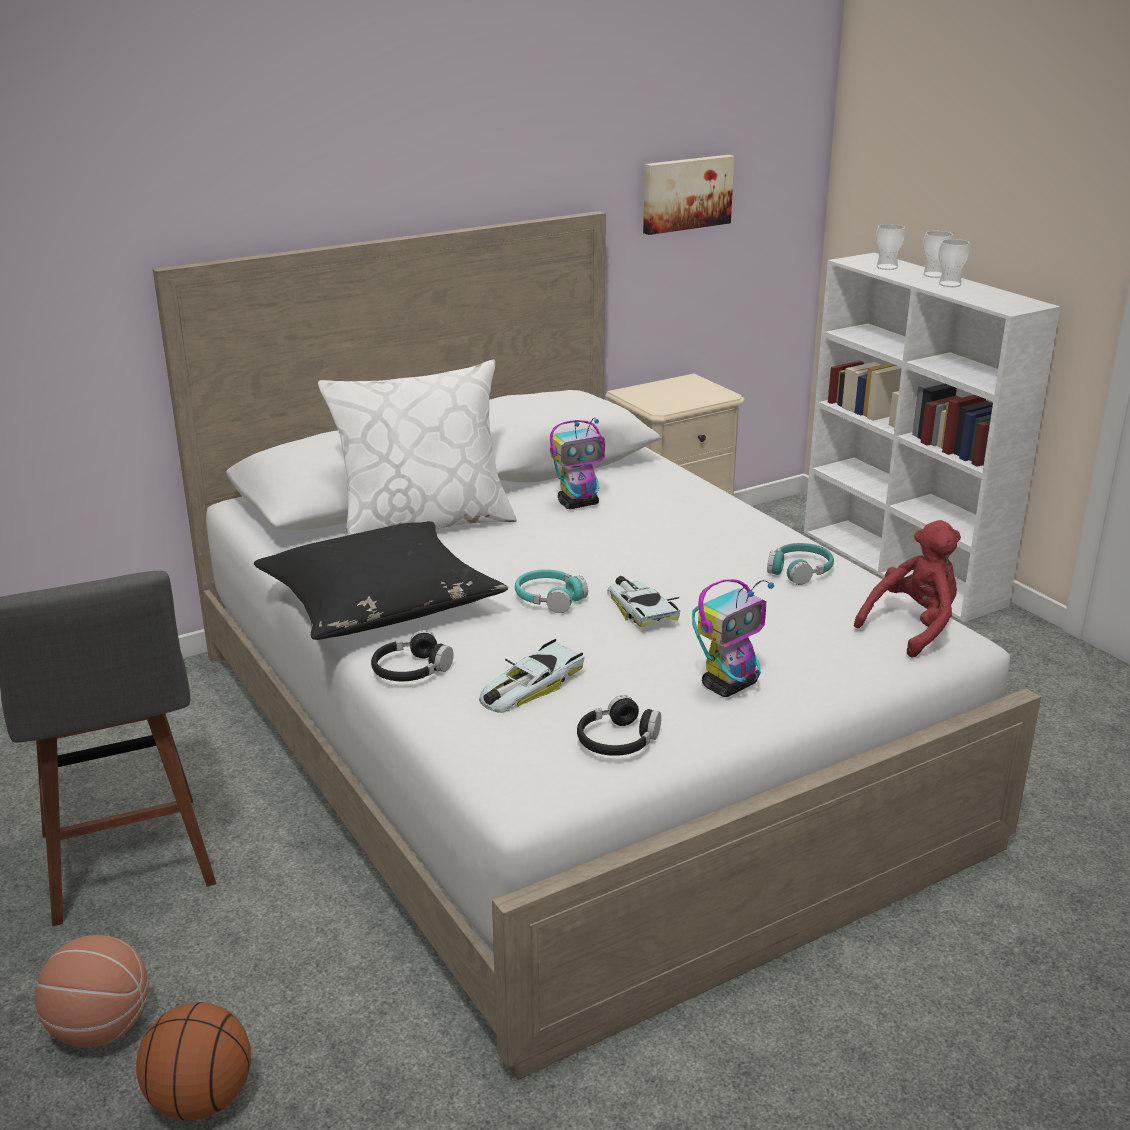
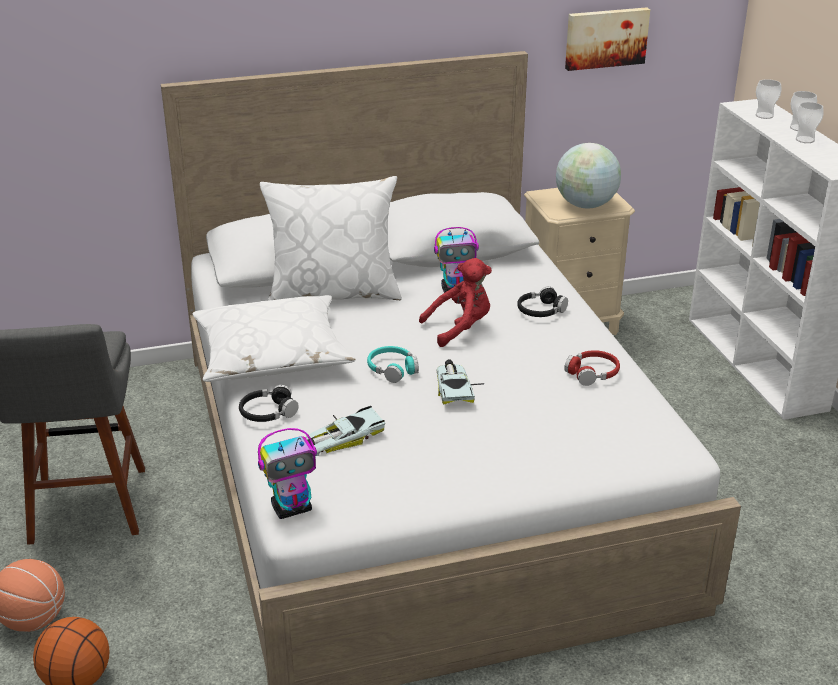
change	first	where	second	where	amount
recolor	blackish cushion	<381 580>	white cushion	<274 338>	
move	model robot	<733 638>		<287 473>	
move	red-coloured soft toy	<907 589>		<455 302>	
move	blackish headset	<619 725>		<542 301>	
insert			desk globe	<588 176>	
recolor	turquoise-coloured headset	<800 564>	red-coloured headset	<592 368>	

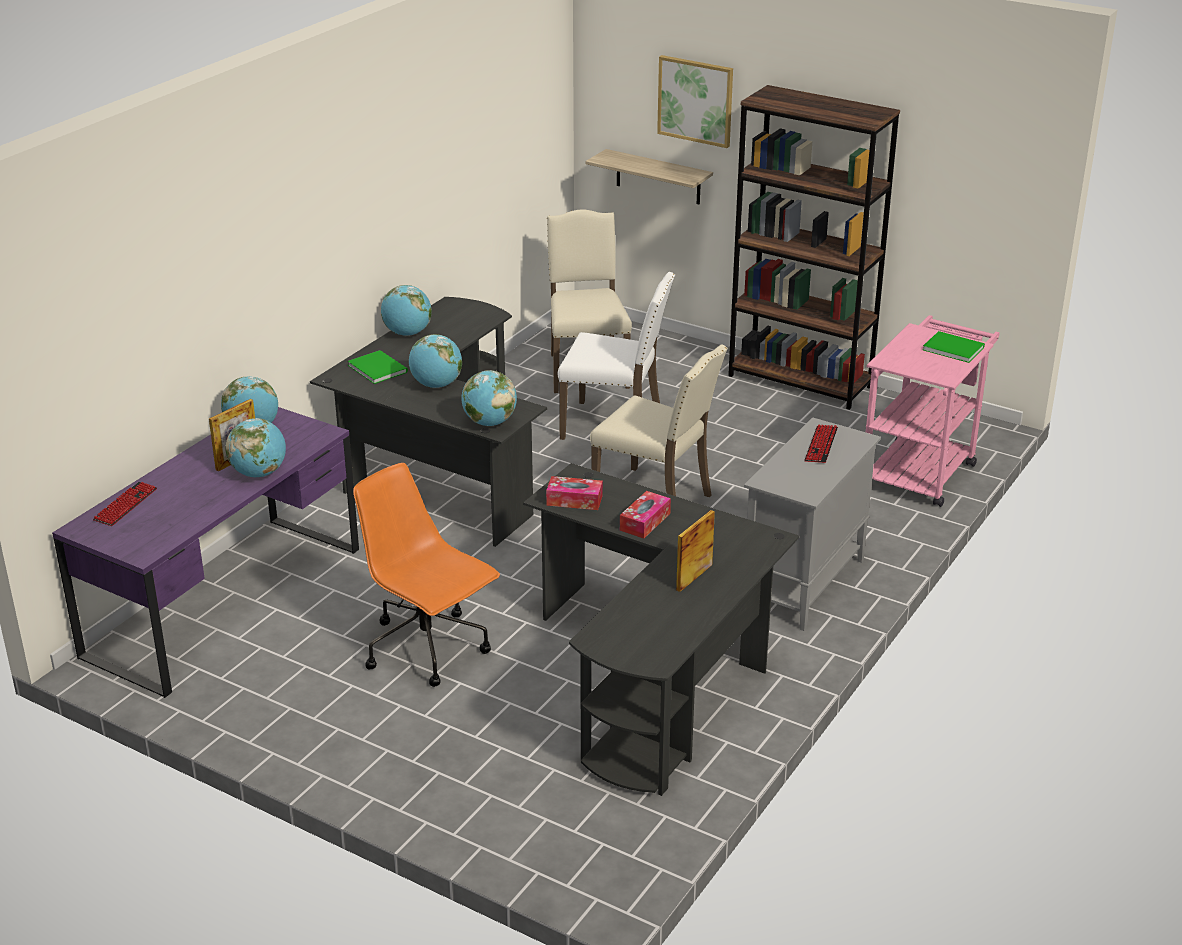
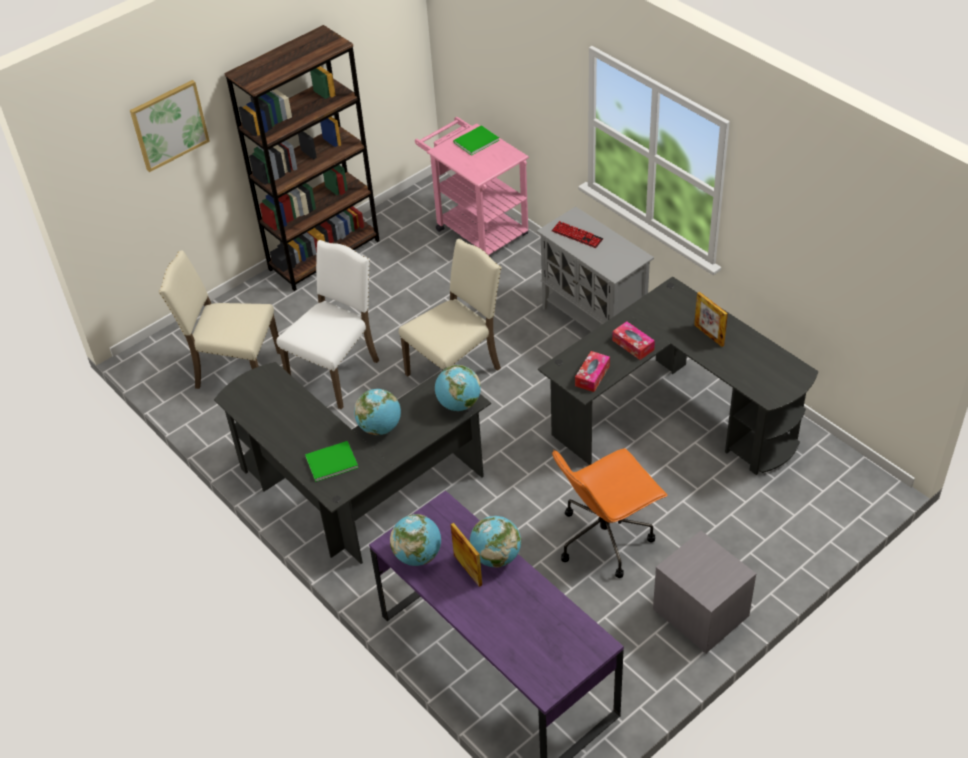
change	first	where	second	where	amount
insert			greyish bedside table	<704 592>	
delete	PC keyboard	<125 504>			
delete	desk globe	<406 310>			
delete	wall shelf	<649 176>			

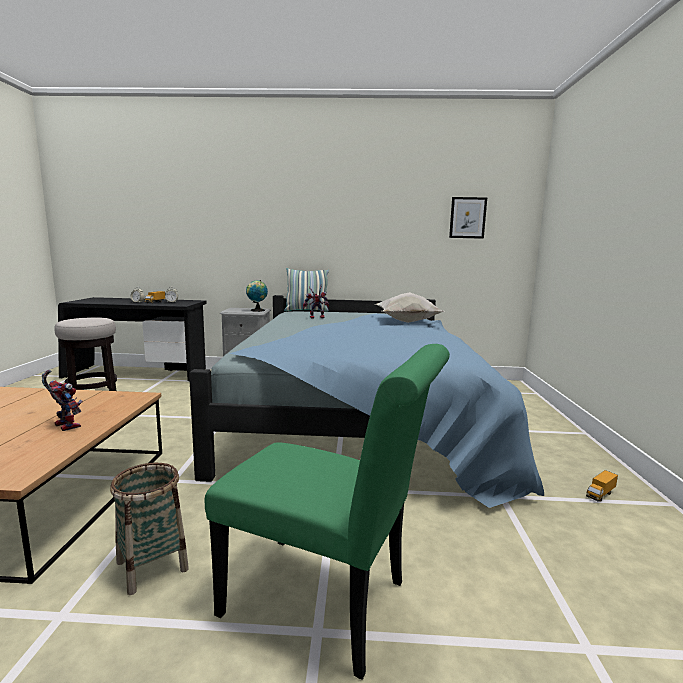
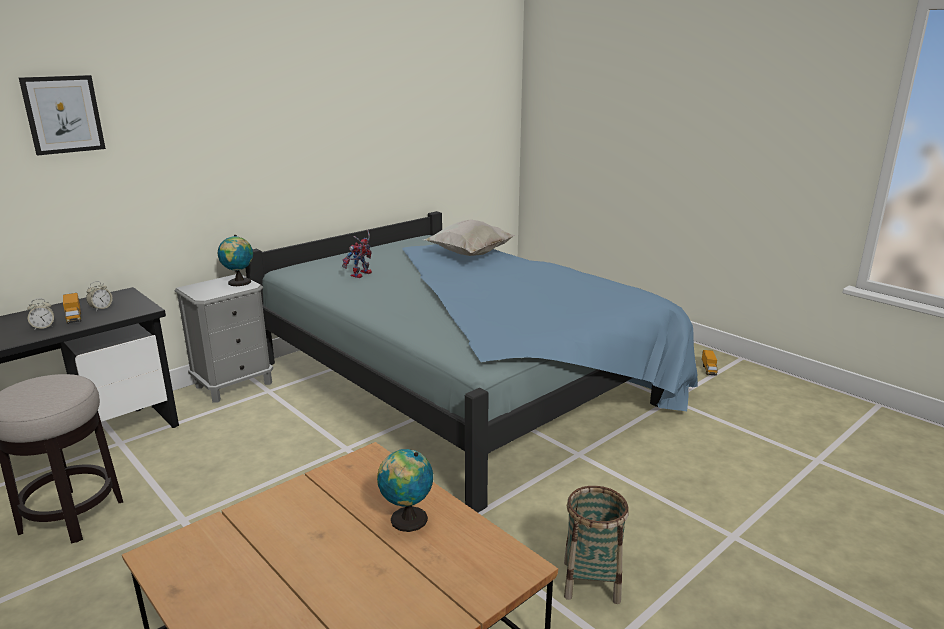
change	first	where	second	where	amount
move	picture	<468 218>		<62 115>	
replace	model robot	<62 400>	desk globe	<405 490>	
delete	green-coloured plain chair	<327 512>			
delete	cushion	<306 289>			

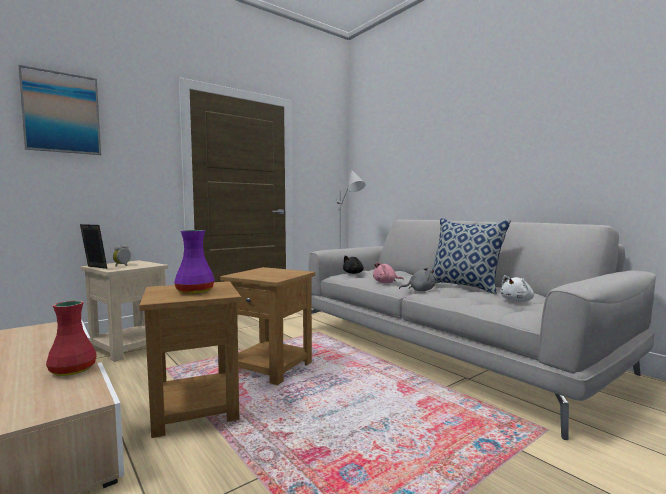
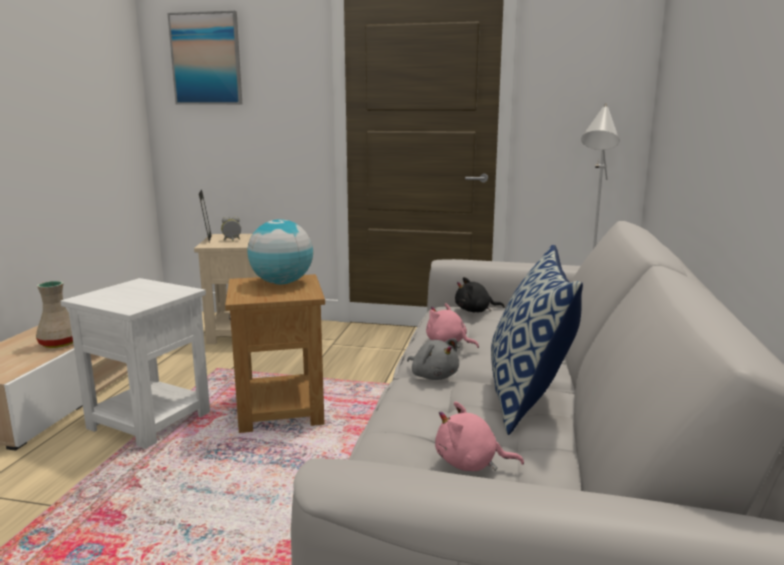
change	first	where	second	where	amount
recolor	red-coloured vase	<71 338>	beige vase	<54 314>	
recolor	brownish end table	<190 359>	white end table	<135 363>	
insert			desk globe	<280 251>	
recolor	white soft toy	<517 288>	pink-coloured soft toy	<479 436>	
delete	purplish vase	<194 262>			

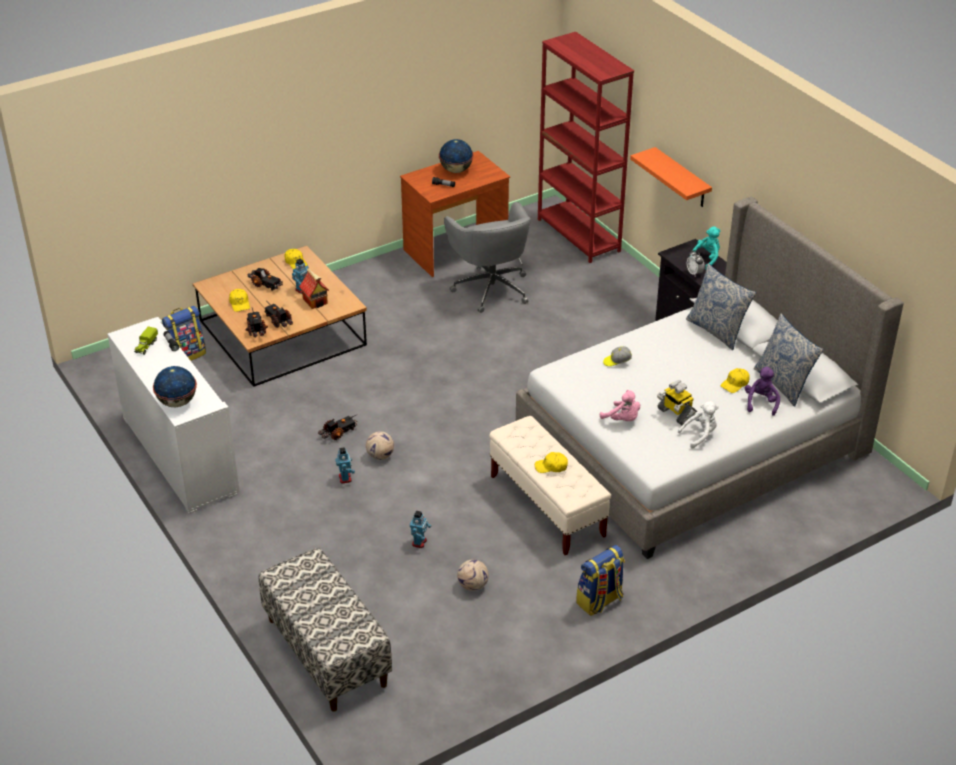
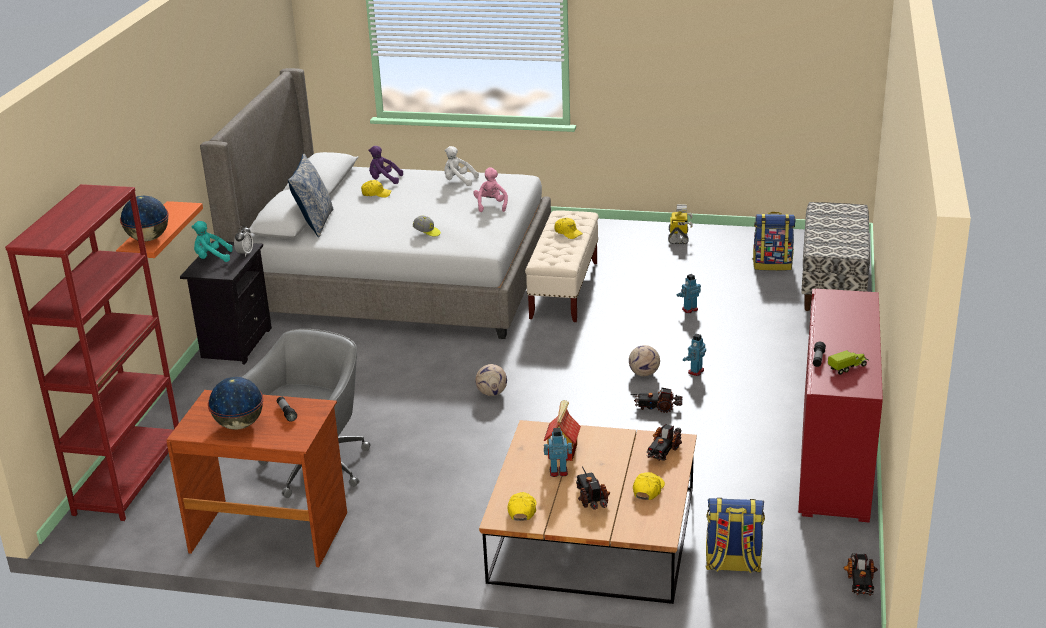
change	first	where	second	where	amount
move	desk globe	<175 386>		<144 218>	
rotate	purplish soft toy	<762 391>		<385 165>	45 degrees clockwise
move	football ball	<473 575>		<491 380>	
move	model robot	<677 402>		<680 224>	
move	rucksack	<600 580>		<774 241>	
recolor	white cupboard	<174 415>	red-coloured cupboard	<840 406>	
move	toy lorry	<278 314>		<861 574>	
delete	cushion	<789 360>			

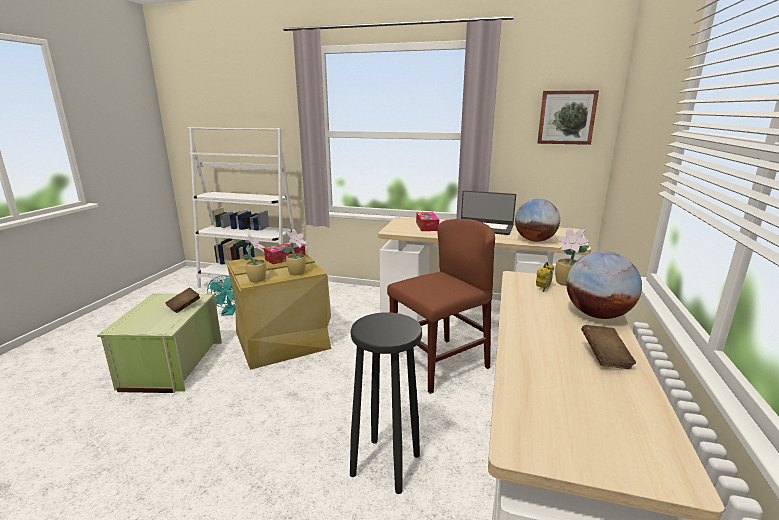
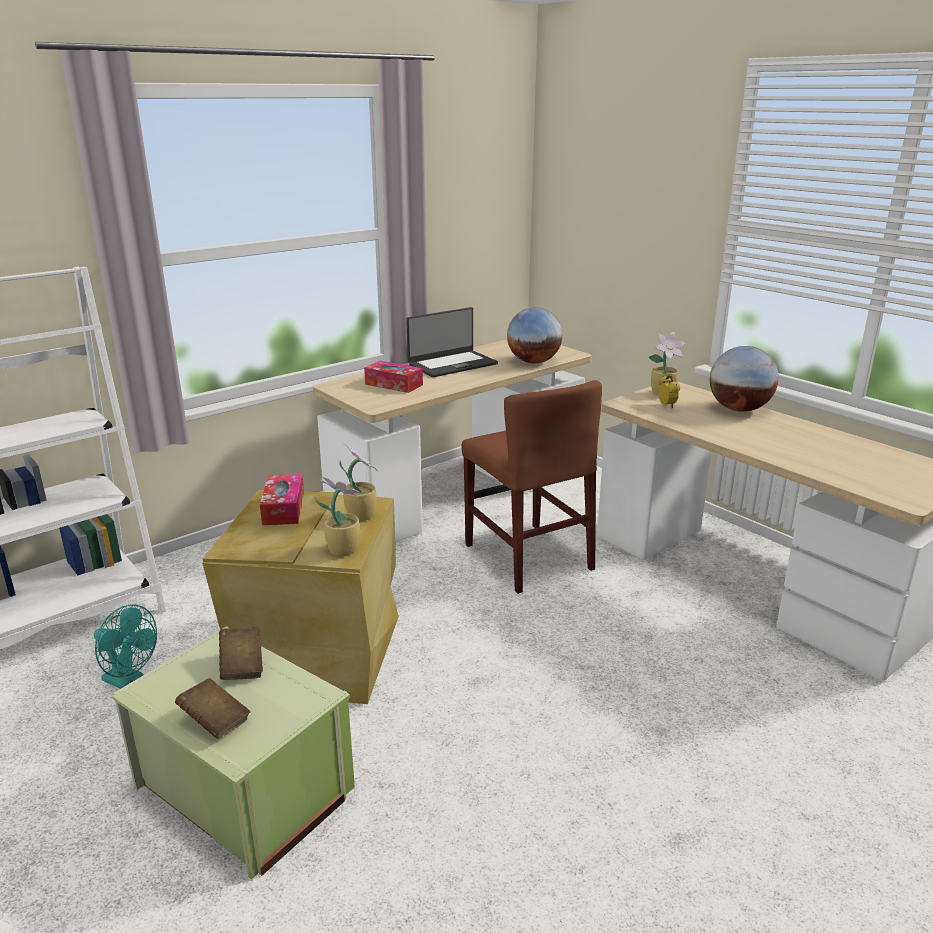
change	first	where	second	where	amount
move	brownish book	<608 347>		<212 708>	
rotate	brownish plain chair	<441 306>		<532 487>	150 degrees clockwise
delete	blackish stool seat	<386 403>			
delete	picture	<568 117>			

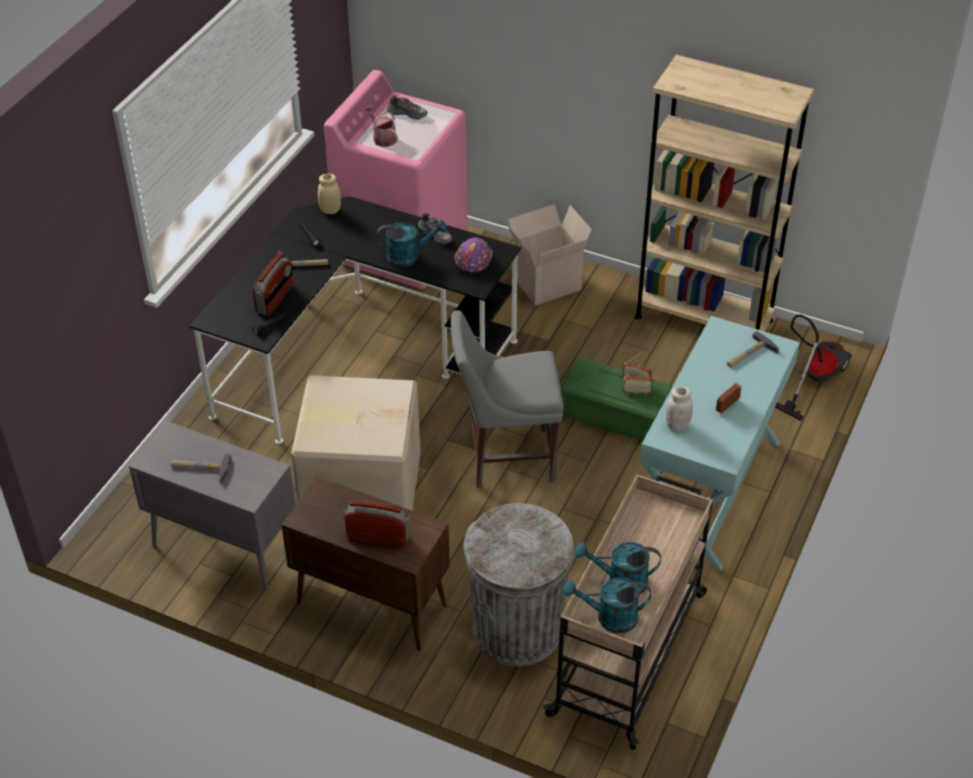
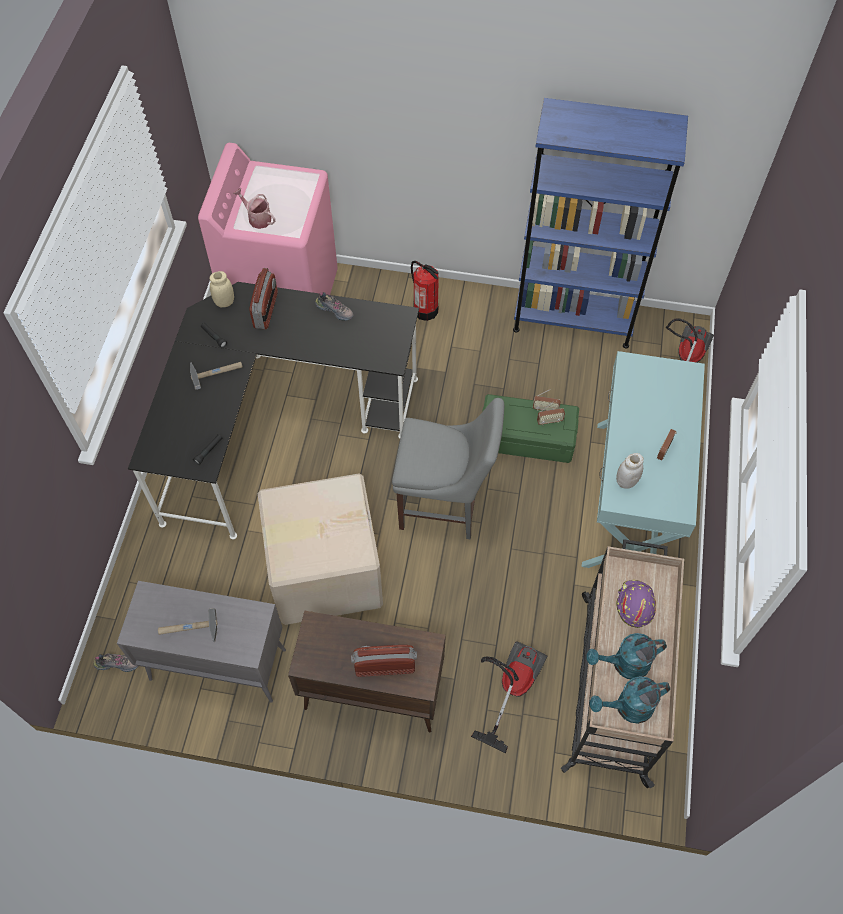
change	first	where	second	where	amount
move	item of footwear	<407 108>		<115 662>	
move	radio receiver	<273 284>		<264 298>	
rotate	greyish plain chair	<507 399>		<448 468>	150 degrees counterclockwise
replace	packing box	<550 255>	fire extinguisher	<425 291>	
replace	greyish trash can	<519 584>	vacuum	<509 697>	
recolor	beige shelving unit	<724 193>	blue-coloured shelving unit	<600 223>	
move	purplish work helmet	<474 255>		<636 604>	
delete	turquoise-coloured watering pot	<412 243>			
delete	hand hammer	<753 349>			

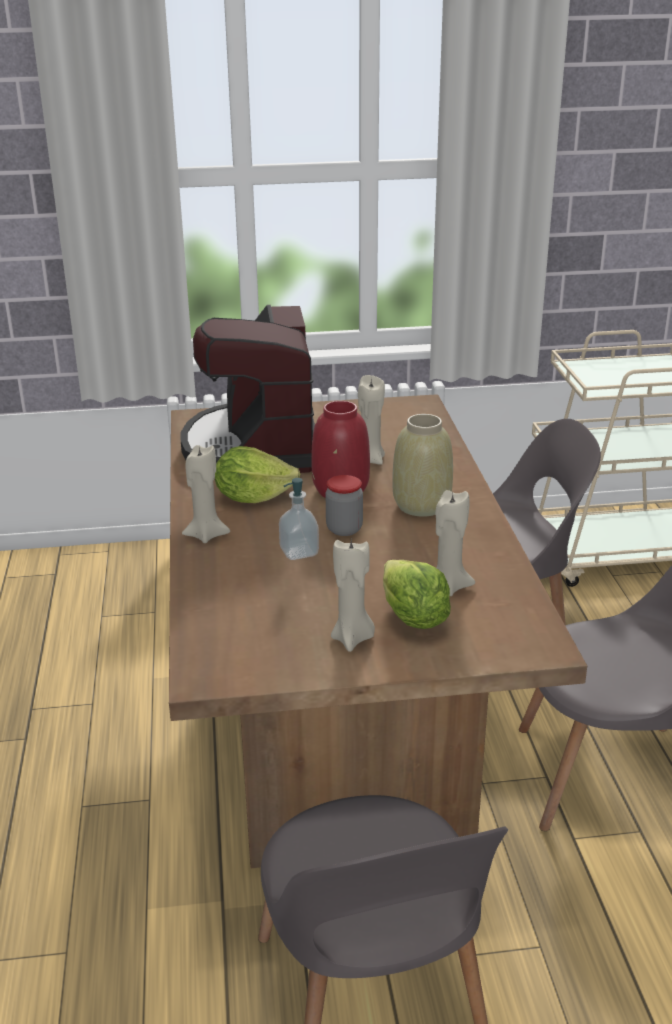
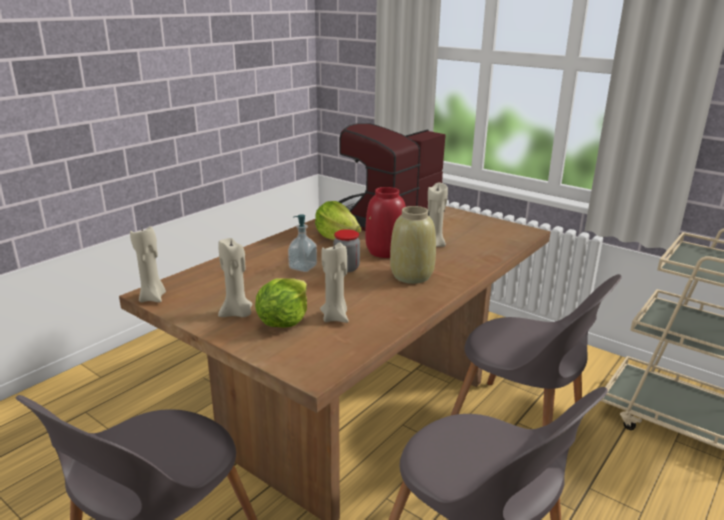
change	first	where	second	where	amount
move	beige wax light	<206 494>		<148 264>	

